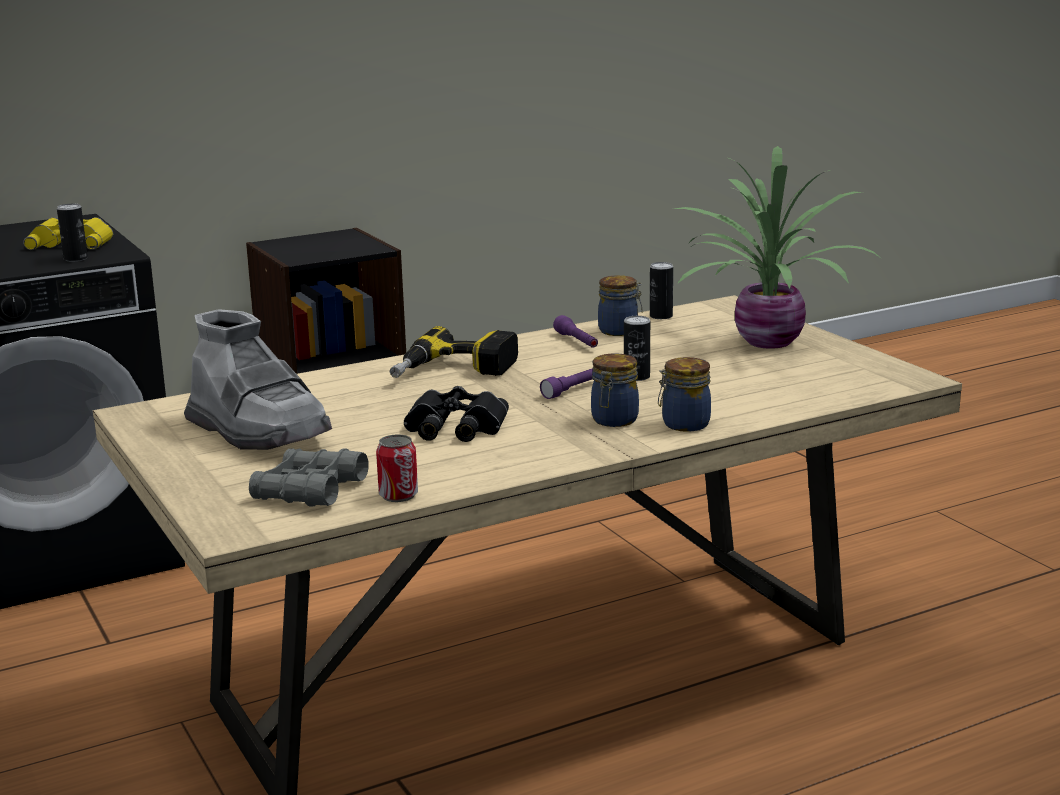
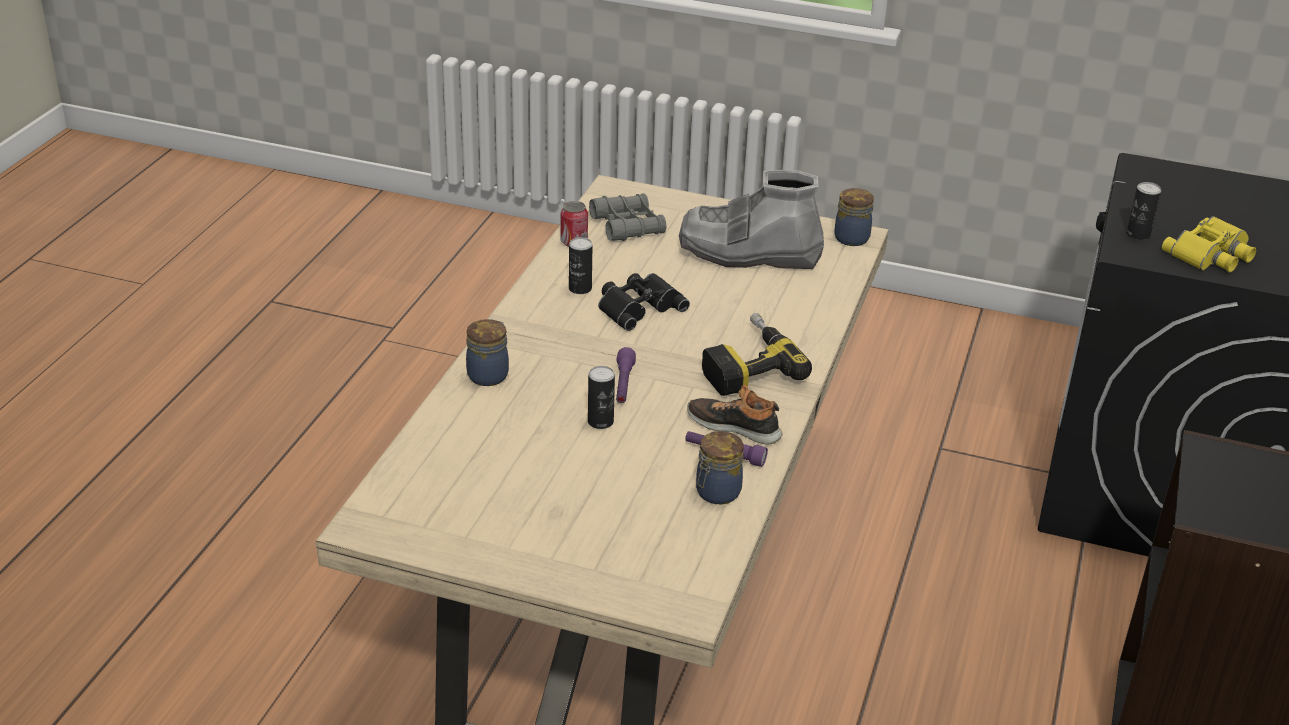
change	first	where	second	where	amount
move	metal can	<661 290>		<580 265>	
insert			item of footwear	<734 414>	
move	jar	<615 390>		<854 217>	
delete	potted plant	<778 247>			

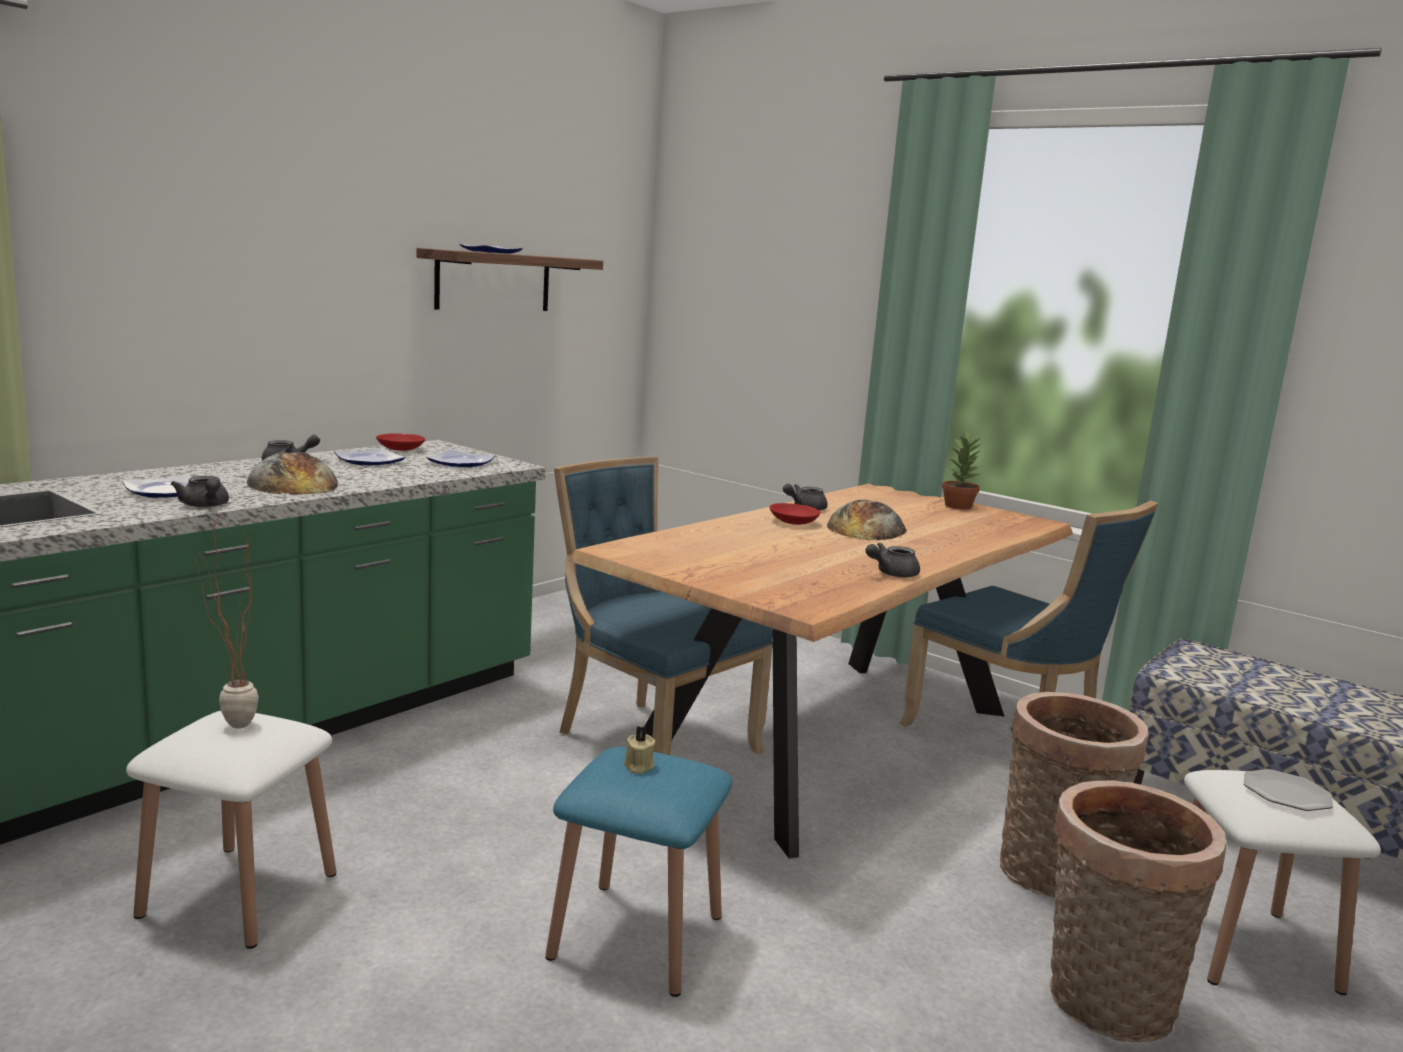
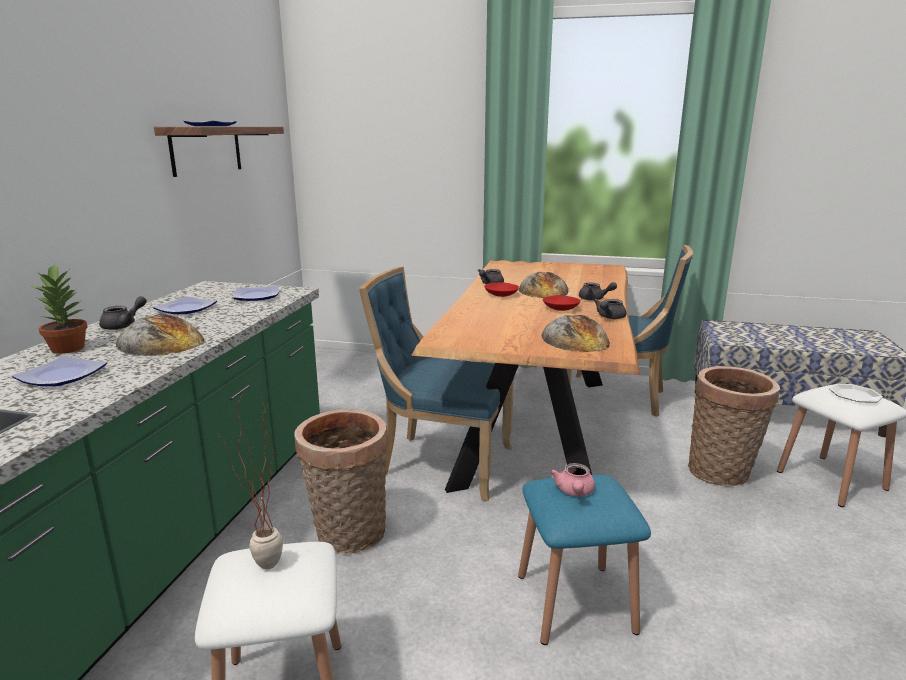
change	first	where	second	where	amount
move	potted plant	<962 470>		<60 308>	
move	storage basket	<1138 911>		<341 481>	
insert			bakery bread	<575 333>	
move	red-coloured bowl	<400 442>		<561 303>	
replace	beige wax light	<640 750>	pink-coloured pot for tea	<572 479>	
move	greyish pot for tea	<200 491>		<598 291>	

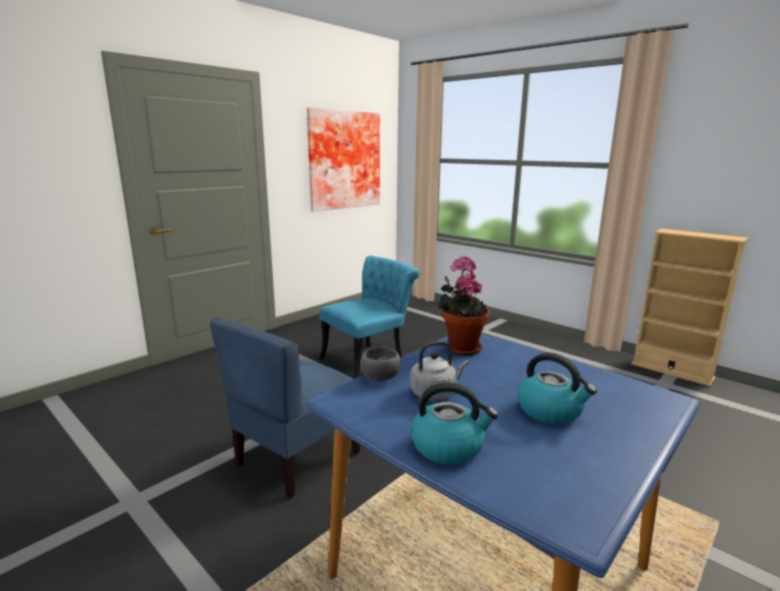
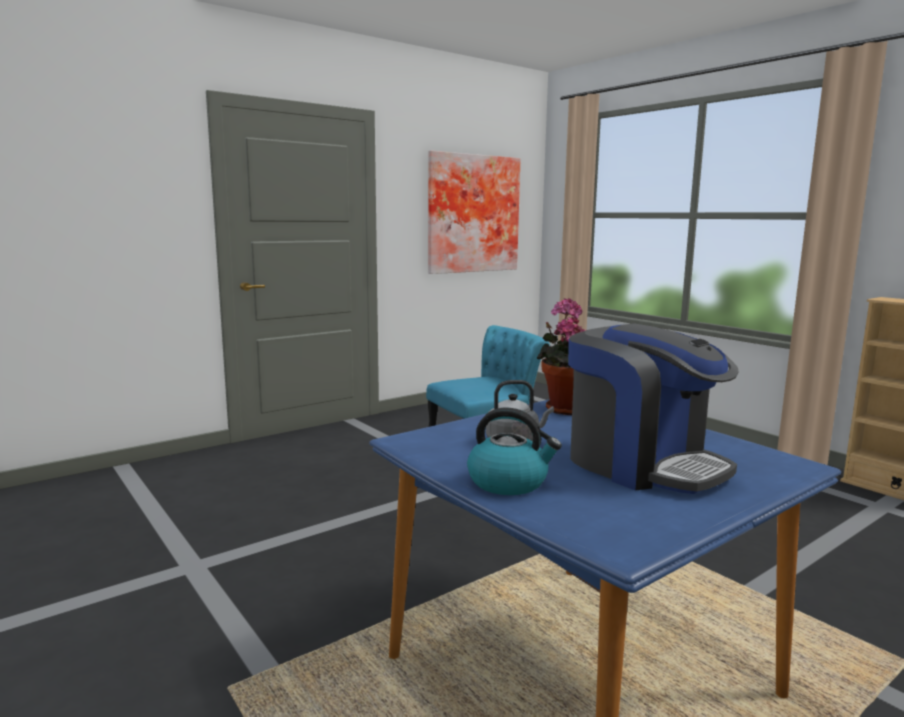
change	first	where	second	where	amount
replace	water kettle	<557 388>	coffee machine	<653 408>	
delete	blue-coloured plain chair	<285 408>			
delete	greyish bowl	<380 364>			

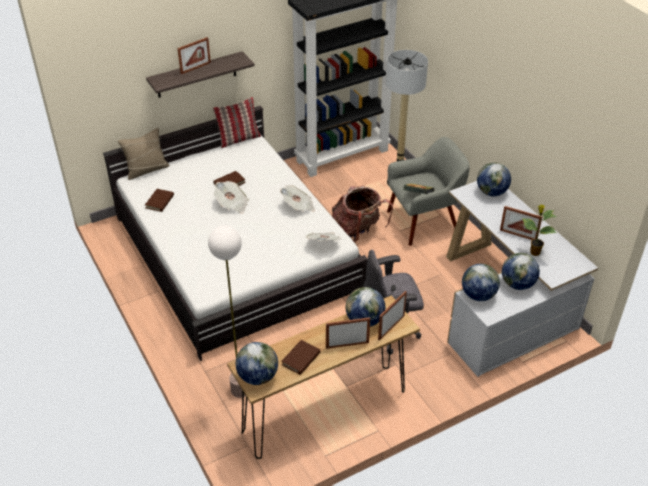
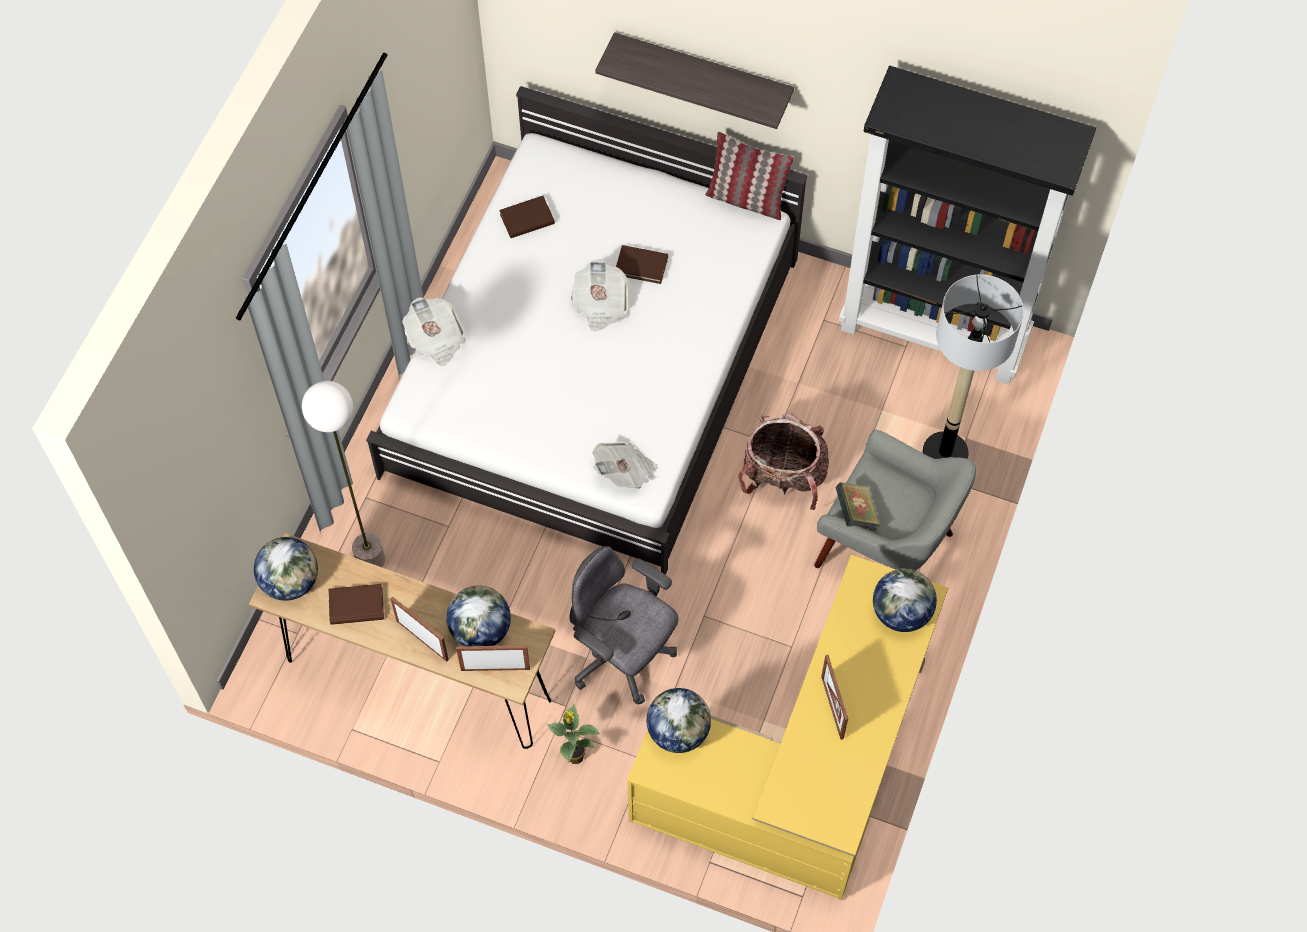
change	first	where	second	where	amount
move	newspaper	<297 198>		<434 331>	
move	potted plant	<539 230>		<573 734>	
recolor	white desk table	<522 279>	yellow desk table	<787 727>	
delete	beige cushion	<144 154>			
delete	picture frame	<194 55>			
delete	desk globe	<521 271>			

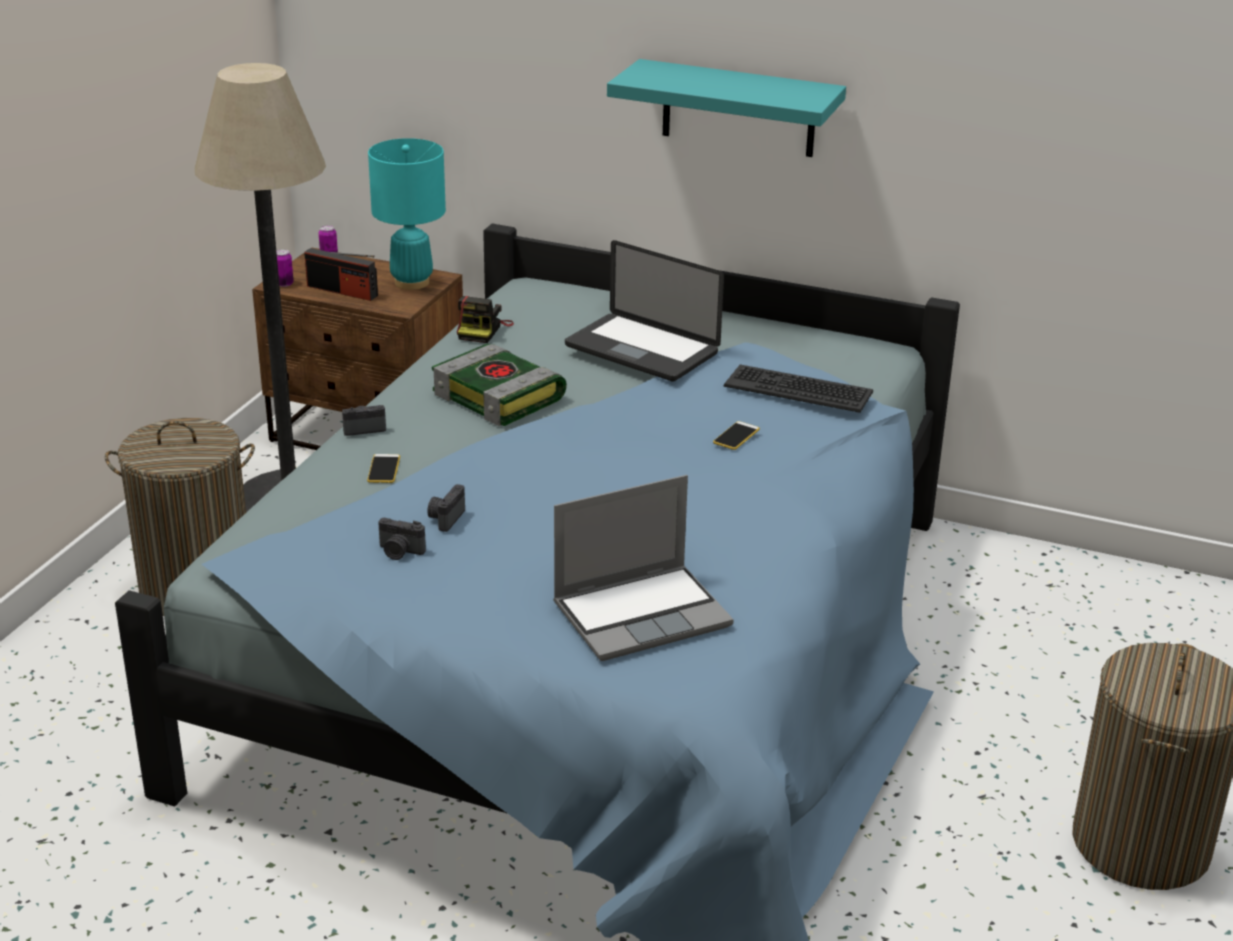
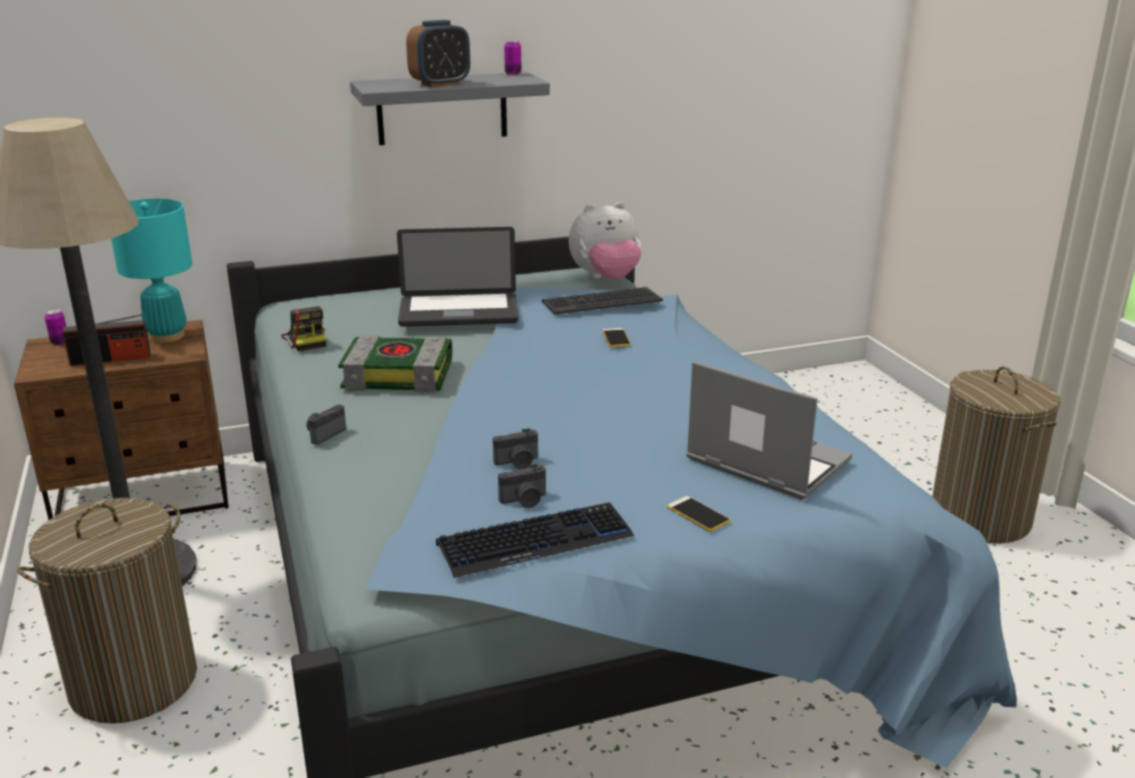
change	first	where	second	where	amount
recolor	turquoise-coloured wall shelf	<726 108>	greyish wall shelf	<450 108>	
insert			bedside clock	<438 53>	
insert			PC keyboard	<535 540>	
rotate	still camera	<446 508>		<515 448>	90 degrees counterclockwise
move	metal can	<285 268>		<512 57>	
insert			soft toy	<605 241>	
move	handset	<383 468>		<698 514>	
rotate	portable computer	<643 568>		<769 430>	75 degrees counterclockwise

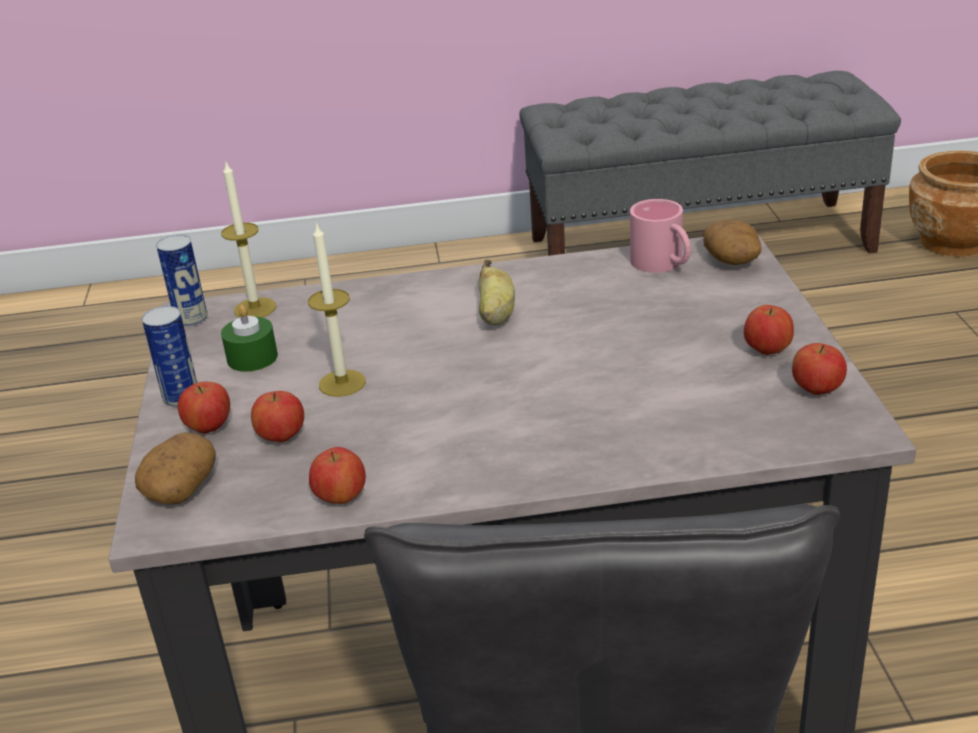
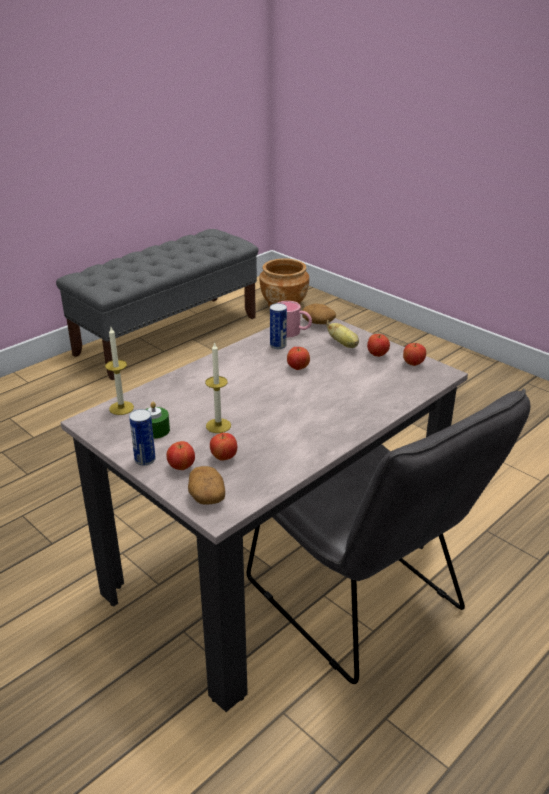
change	first	where	second	where	amount
move	metal can	<181 281>		<278 326>	
move	apple	<337 475>		<298 358>	
move	banana	<497 292>		<342 334>	

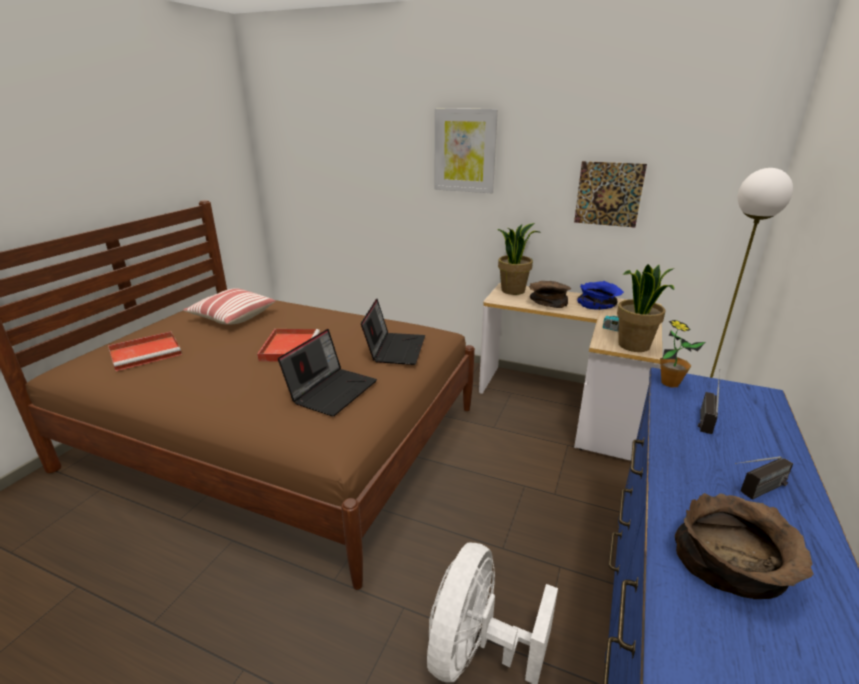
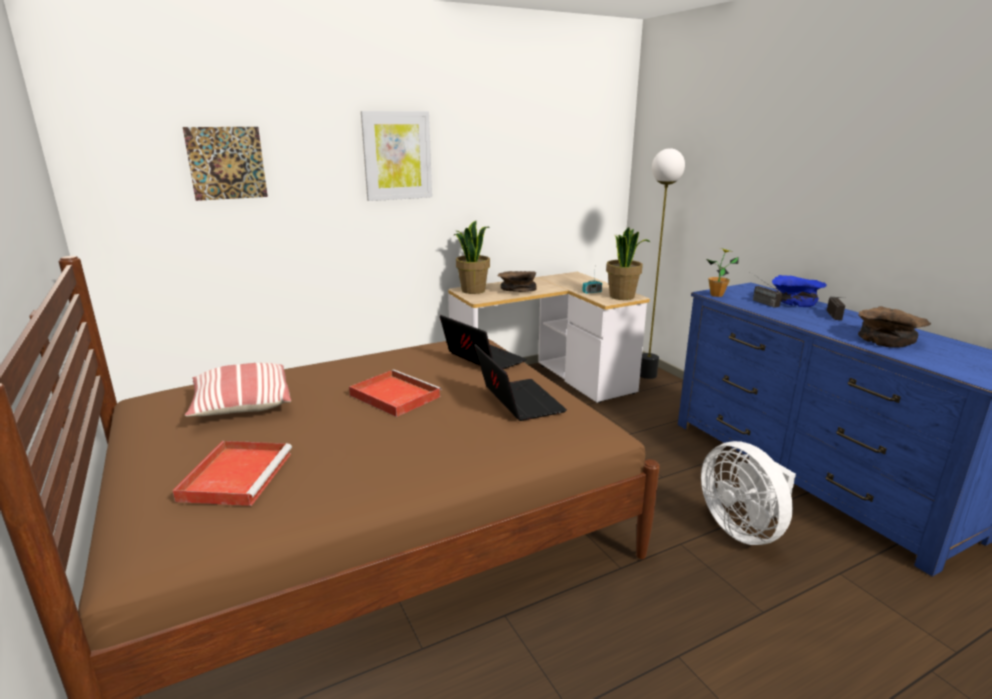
change	first	where	second	where	amount
move	picture	<610 194>		<225 164>	
move	blue-coloured bowl	<600 295>		<799 291>	

